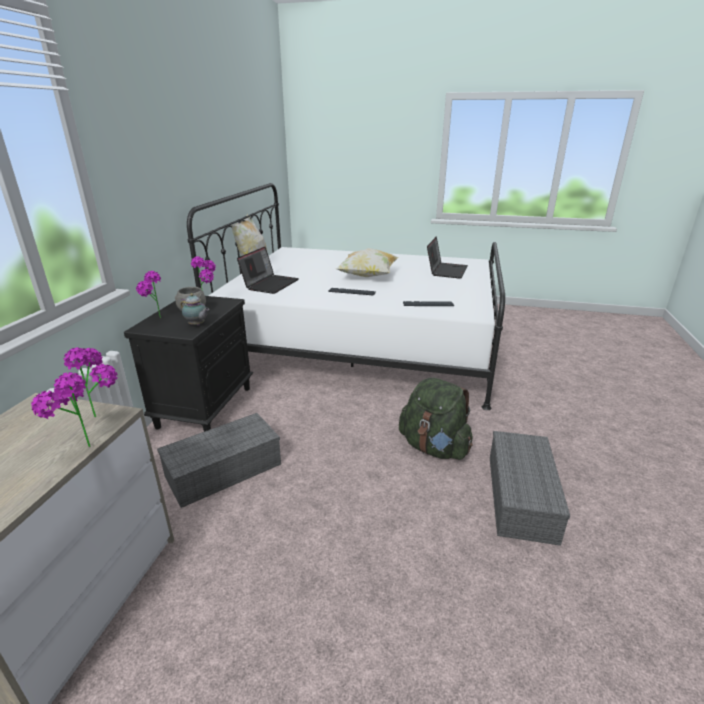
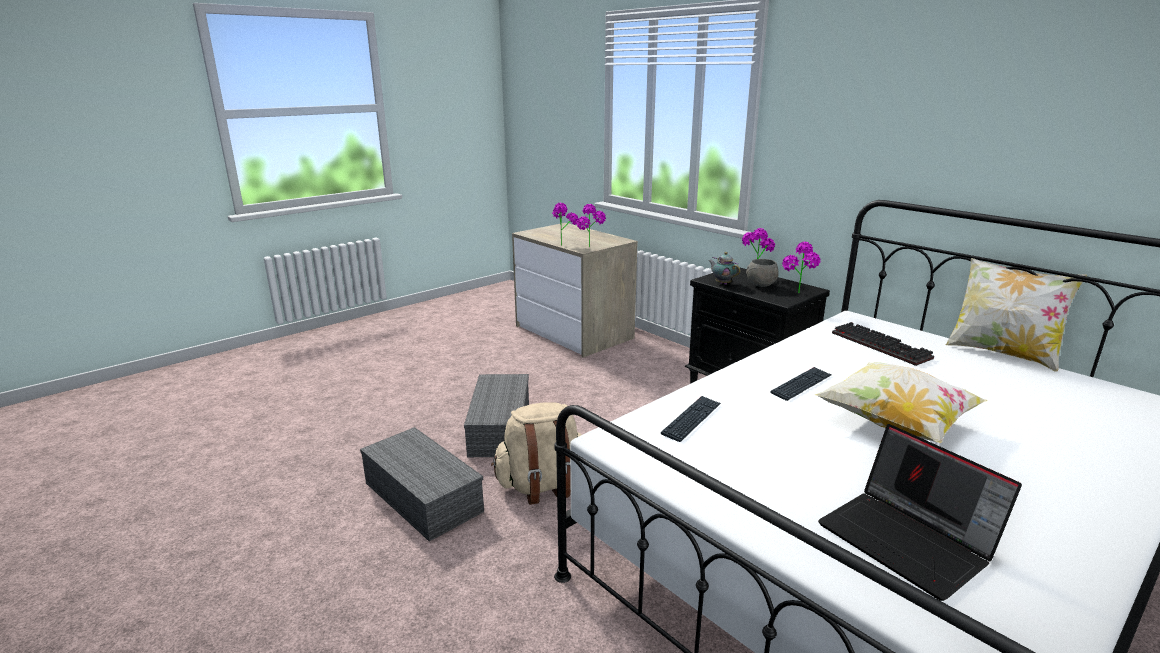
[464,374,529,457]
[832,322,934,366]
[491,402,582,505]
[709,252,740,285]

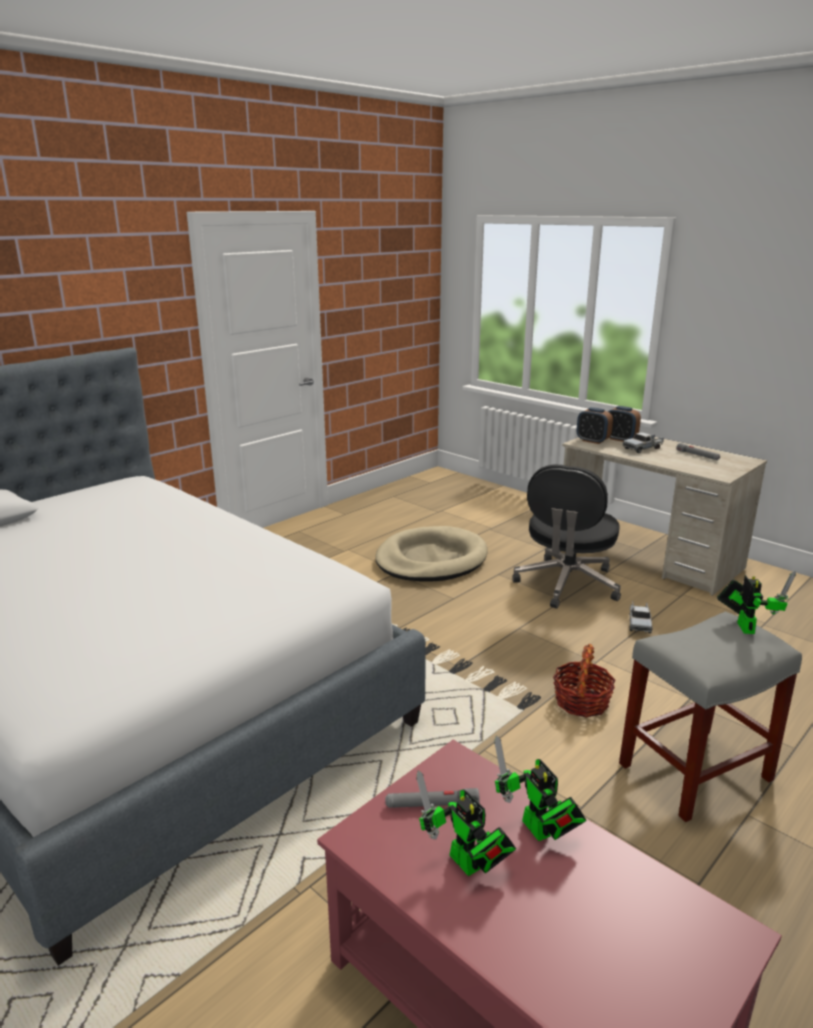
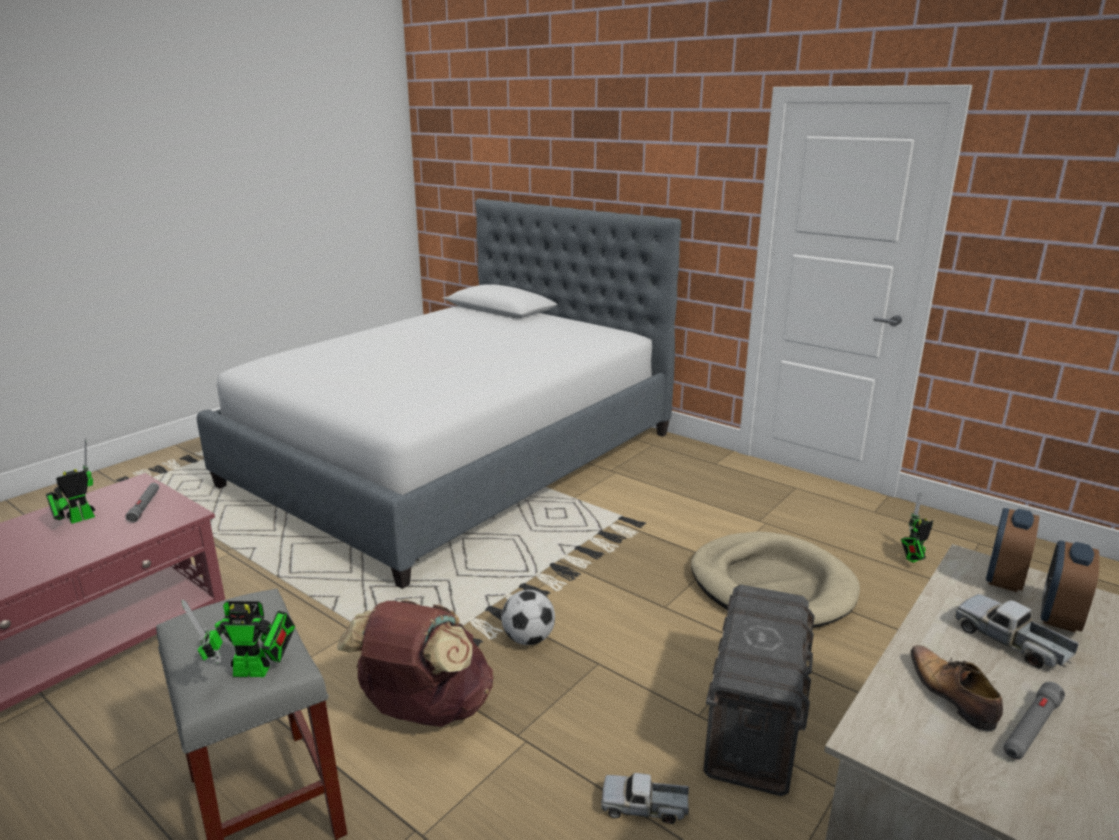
[501,590,555,645]
[910,645,1003,731]
[901,492,933,563]
[704,584,815,796]
[337,600,493,727]

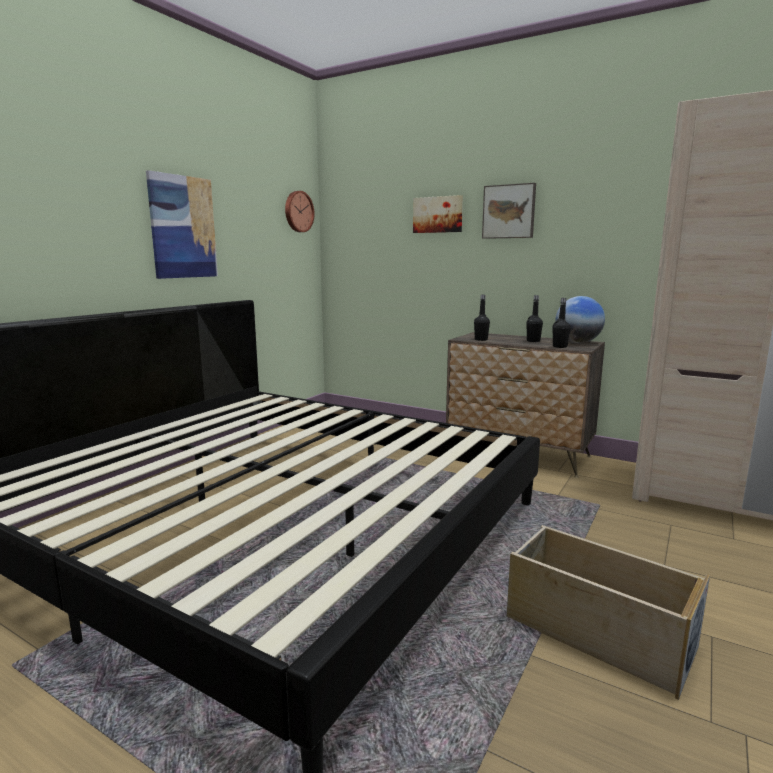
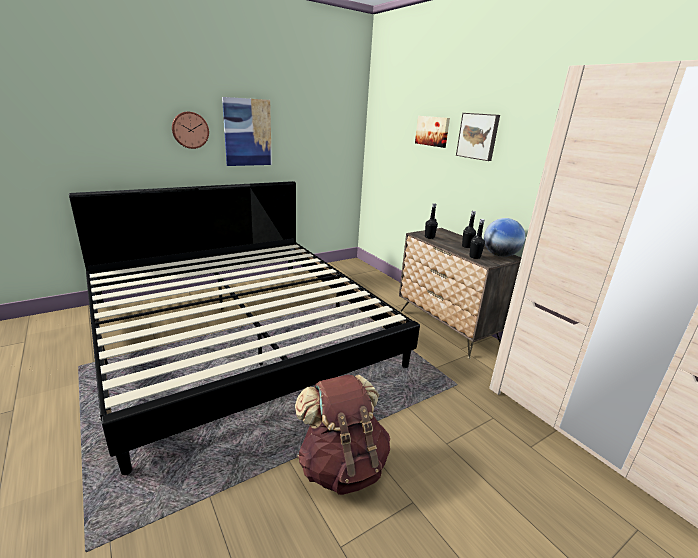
[172,111,209,149]
[295,375,390,495]

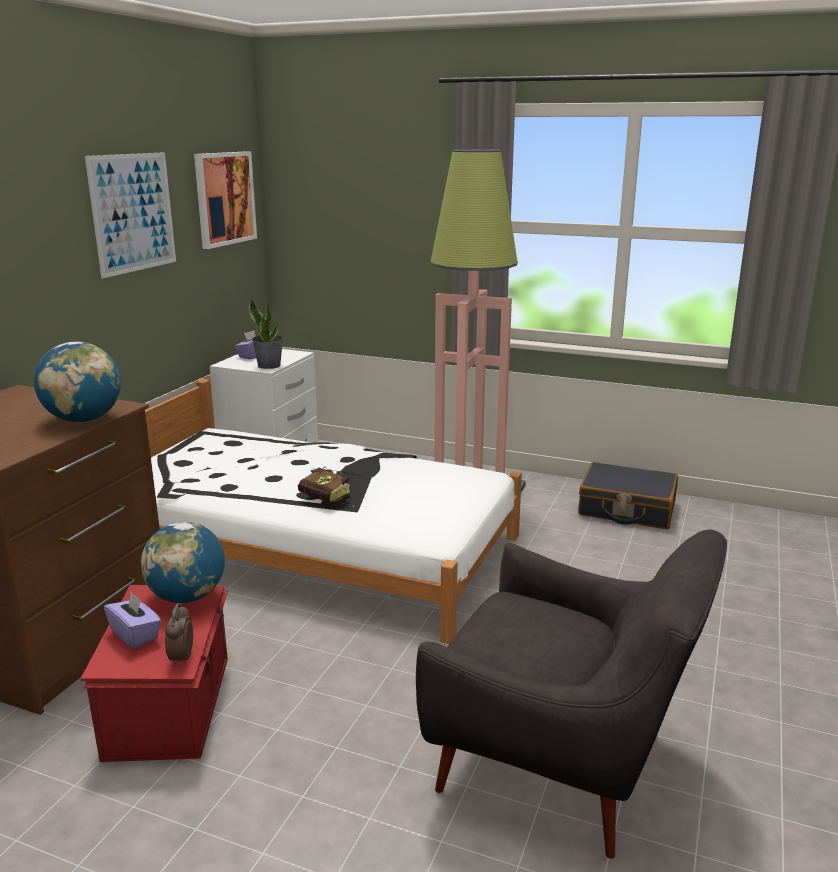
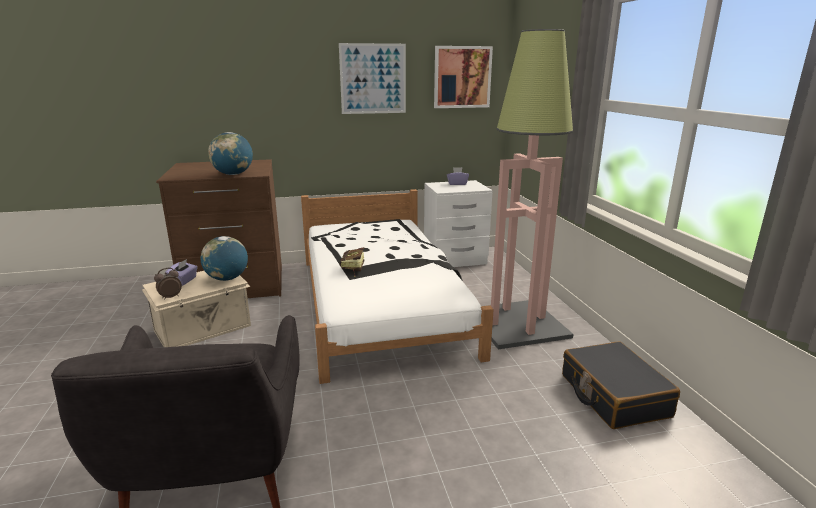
[249,298,283,369] (first image)
[142,271,251,347]

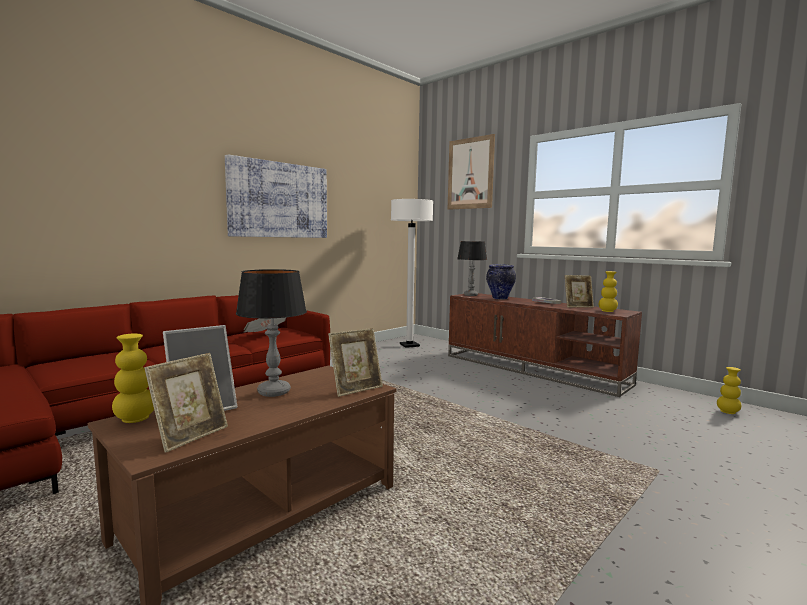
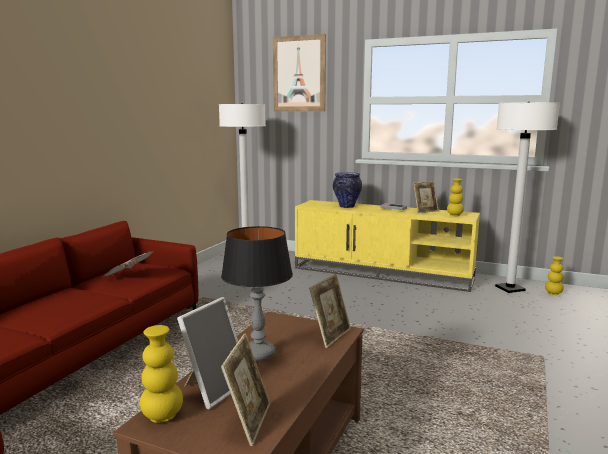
[225,154,327,238] (first image)
[457,241,487,296] (first image)
[495,102,560,293]
[295,200,480,292]

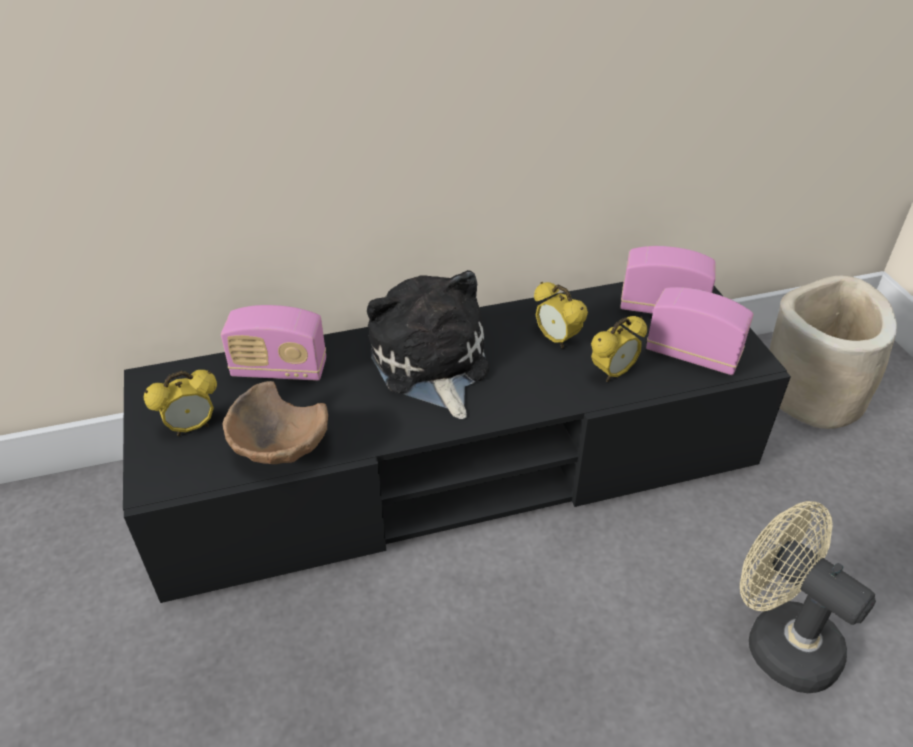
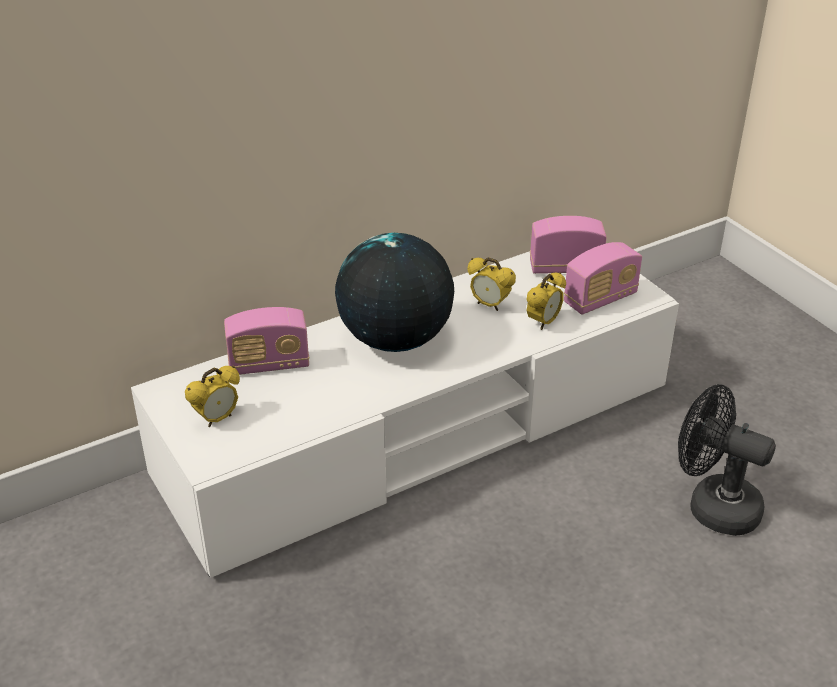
[223,381,328,464] (first image)
[770,276,897,429] (first image)
[335,233,454,352]
[131,251,679,578]
[678,384,776,536]
[564,242,642,315]

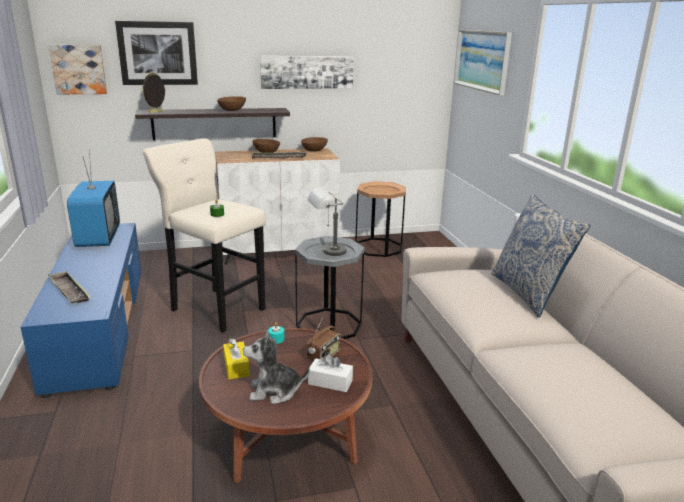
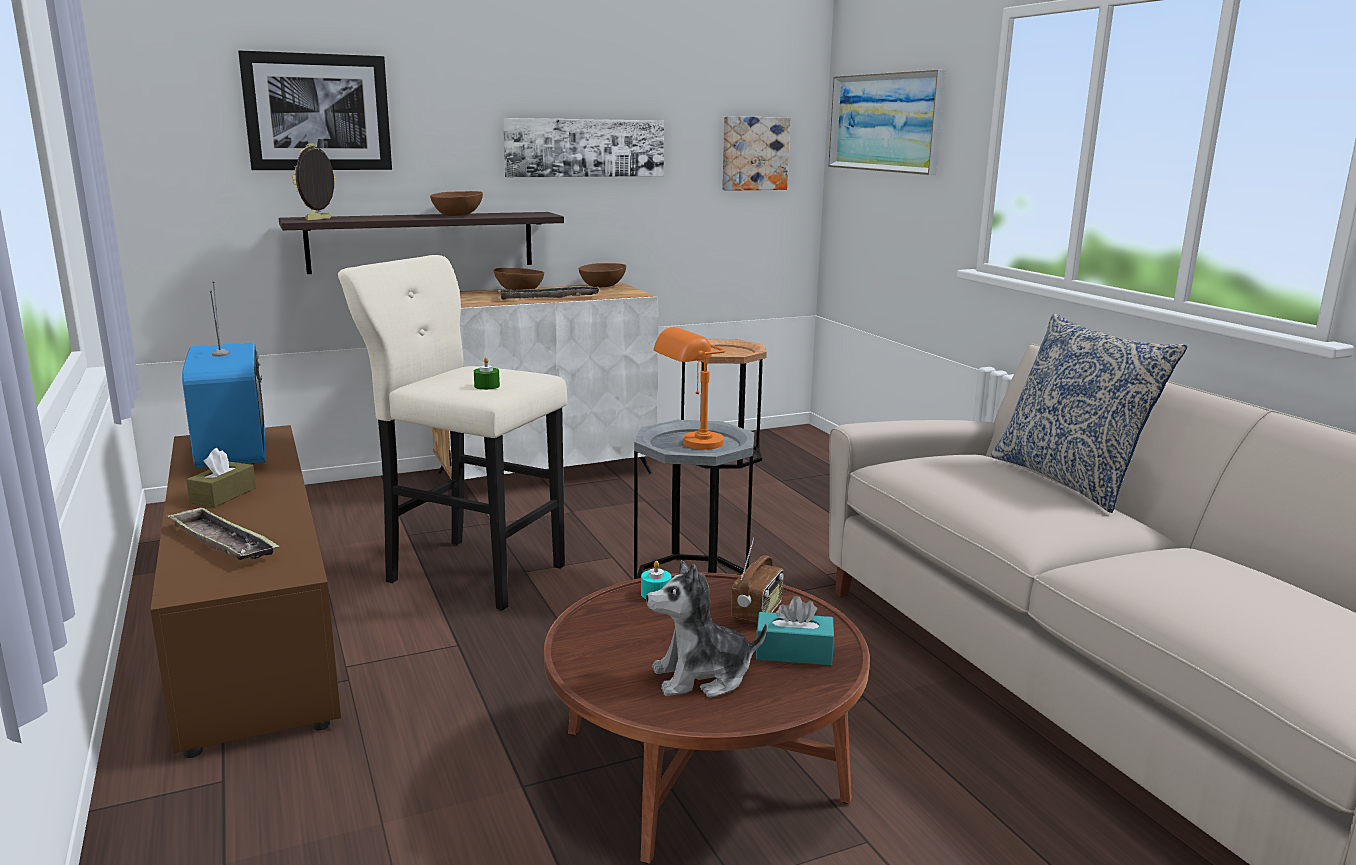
[223,338,250,379] (first image)
[186,448,256,507]
[722,116,791,191]
[150,425,341,758]
[653,327,726,450]
[756,596,834,665]

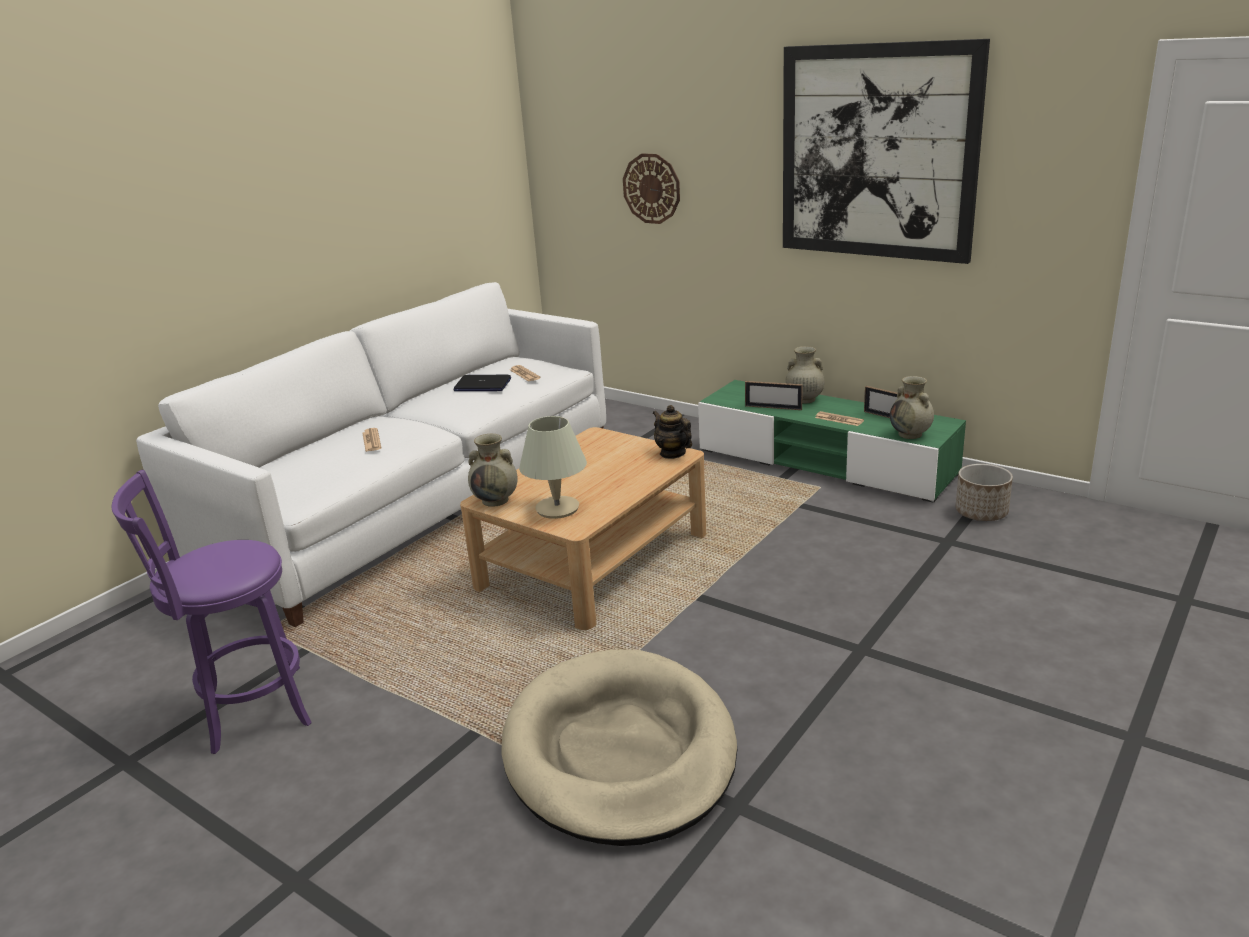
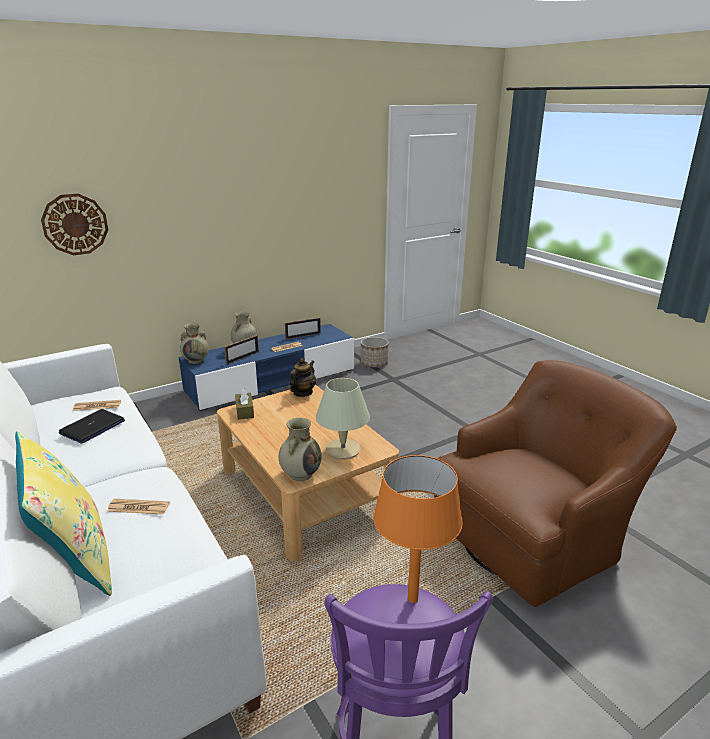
[783,39,990,264] (first image)
[15,431,112,596]
[235,388,254,420]
[373,455,463,603]
[180,323,209,364]
[434,360,677,607]
[179,324,354,411]
[290,358,316,397]

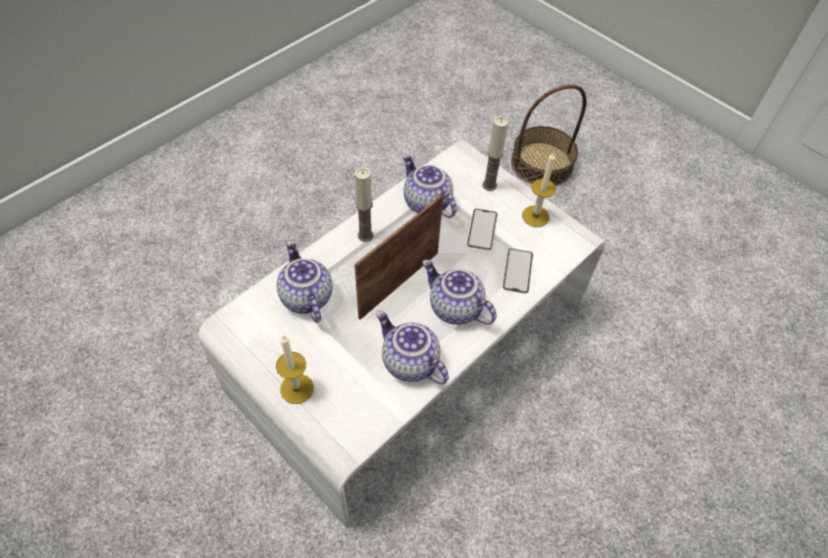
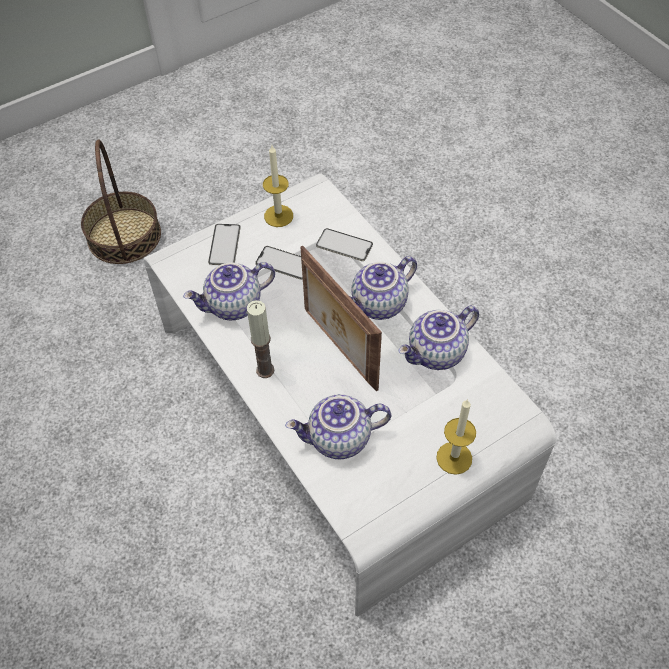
[208,224,241,265]

